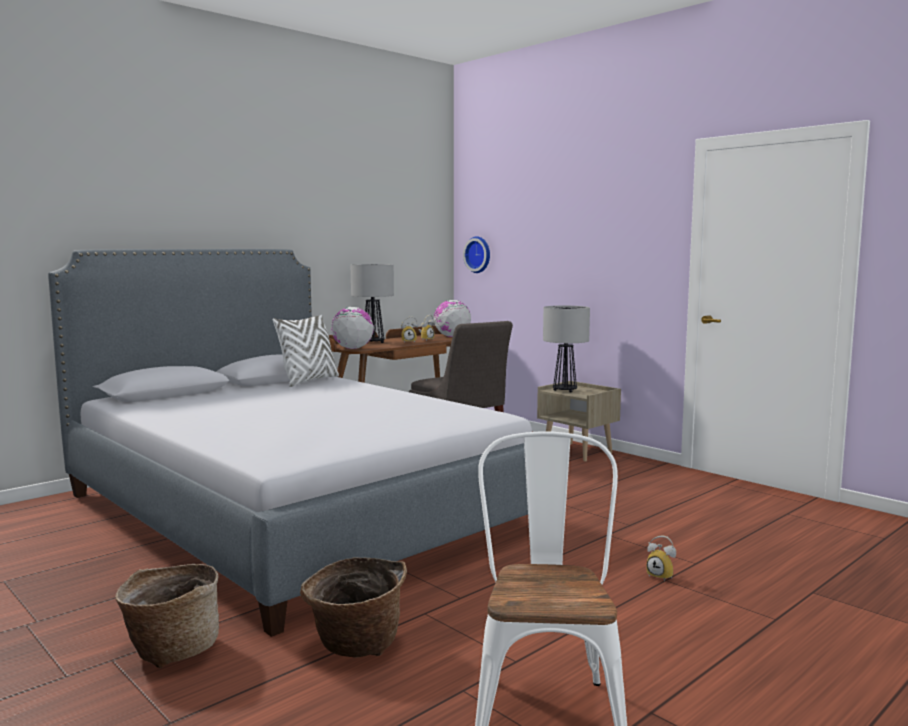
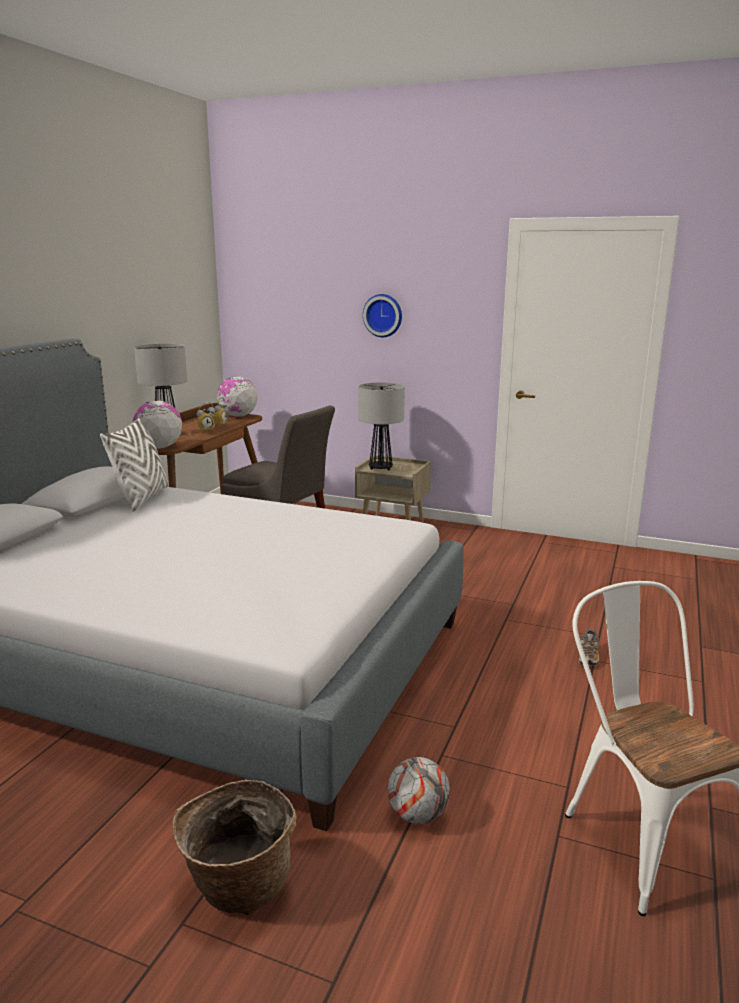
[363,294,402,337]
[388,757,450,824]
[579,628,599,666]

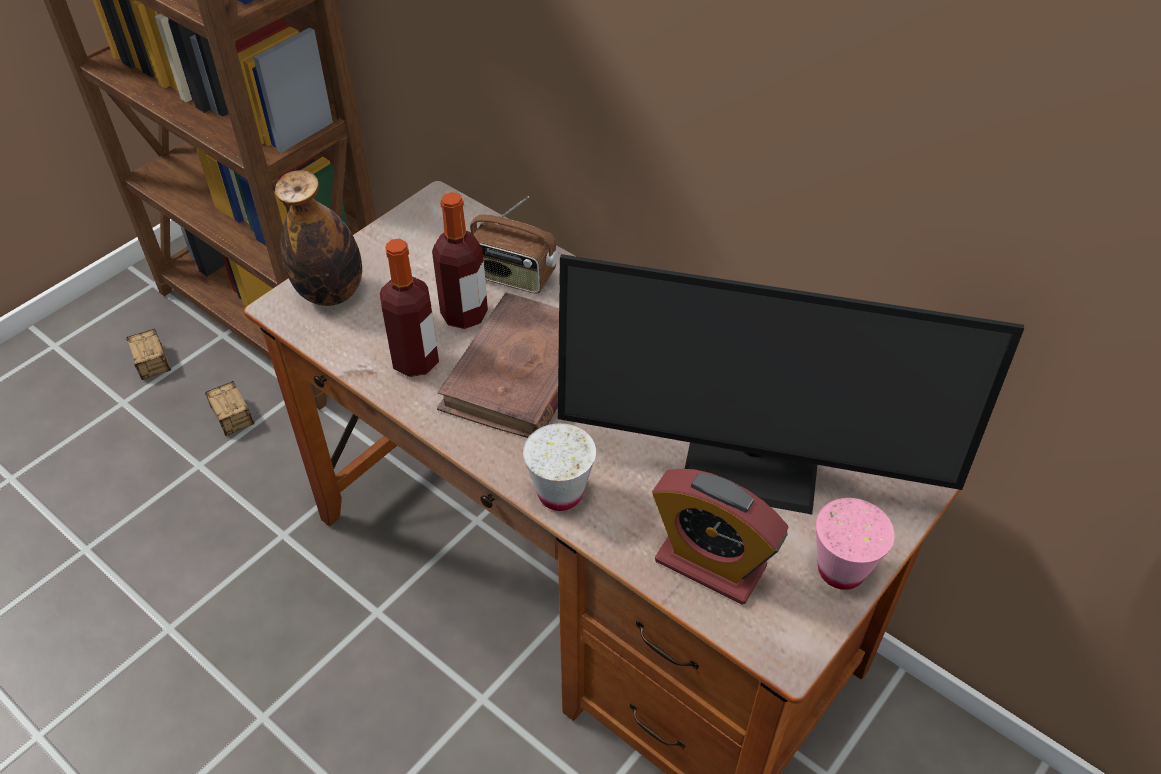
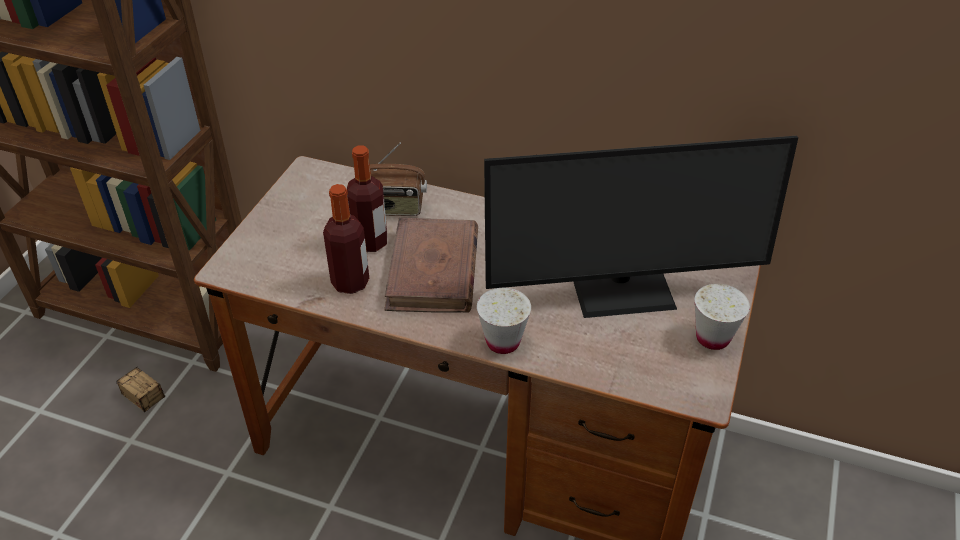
[126,329,171,380] (first image)
[275,170,362,306] (first image)
[652,469,789,604] (first image)
[695,284,750,350]

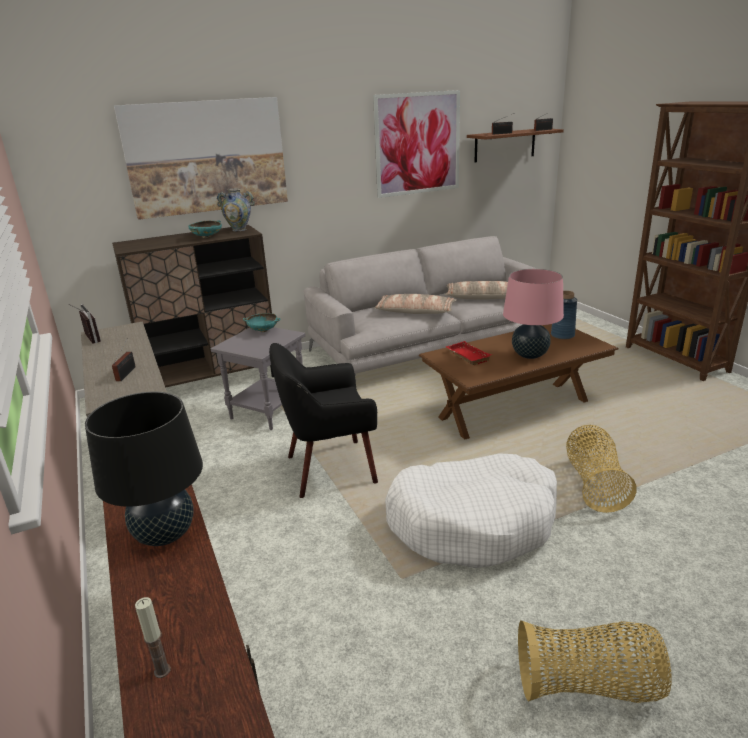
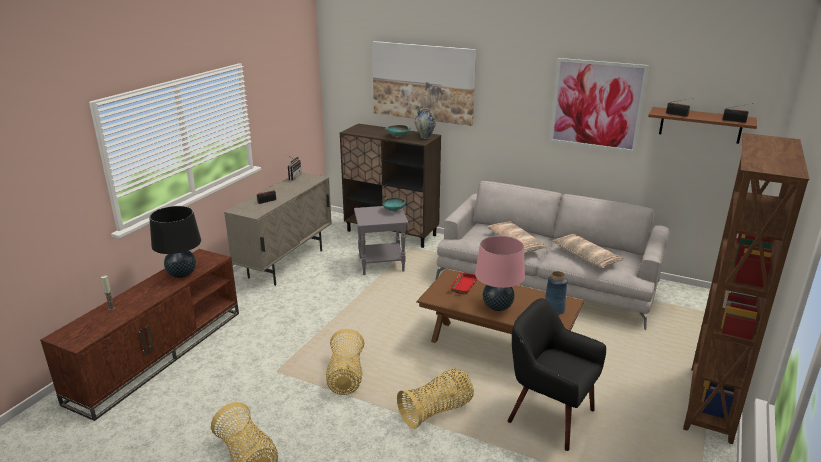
[508,298,606,451]
[326,329,364,395]

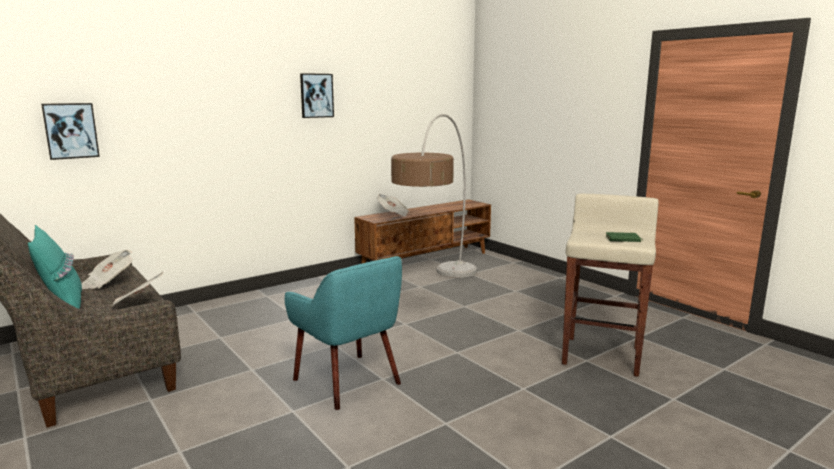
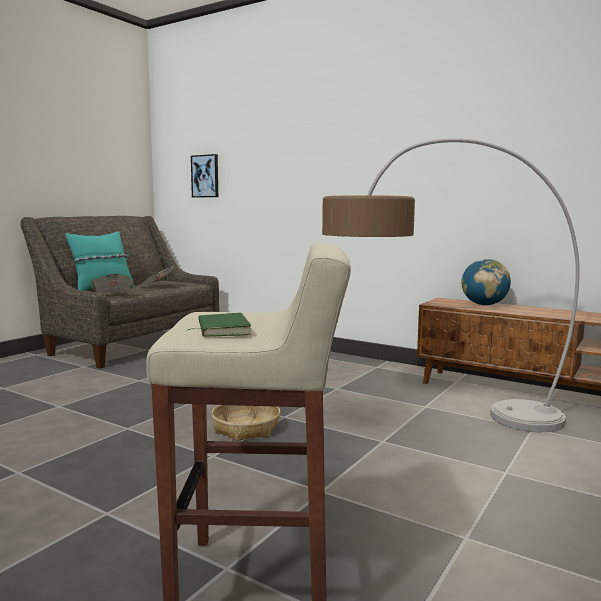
[285,256,402,410] (first image)
[300,73,334,118] (first image)
[212,405,280,441]
[462,259,511,305]

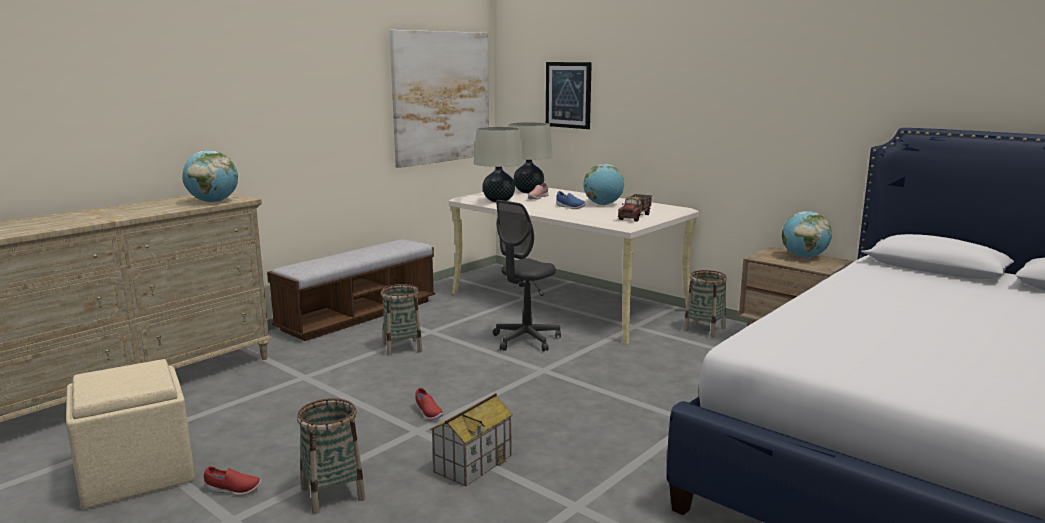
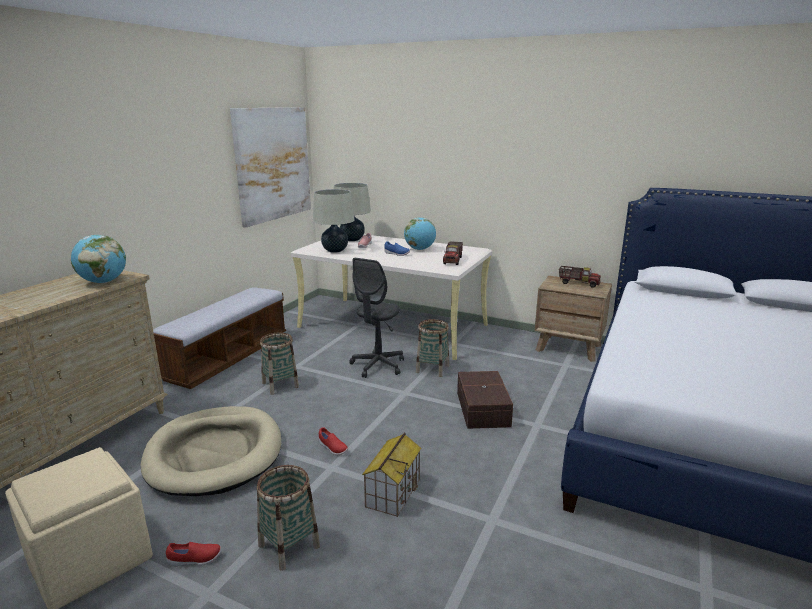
[546,62,592,129] (first image)
[141,406,281,496]
[457,371,513,429]
[416,319,449,377]
[559,266,601,288]

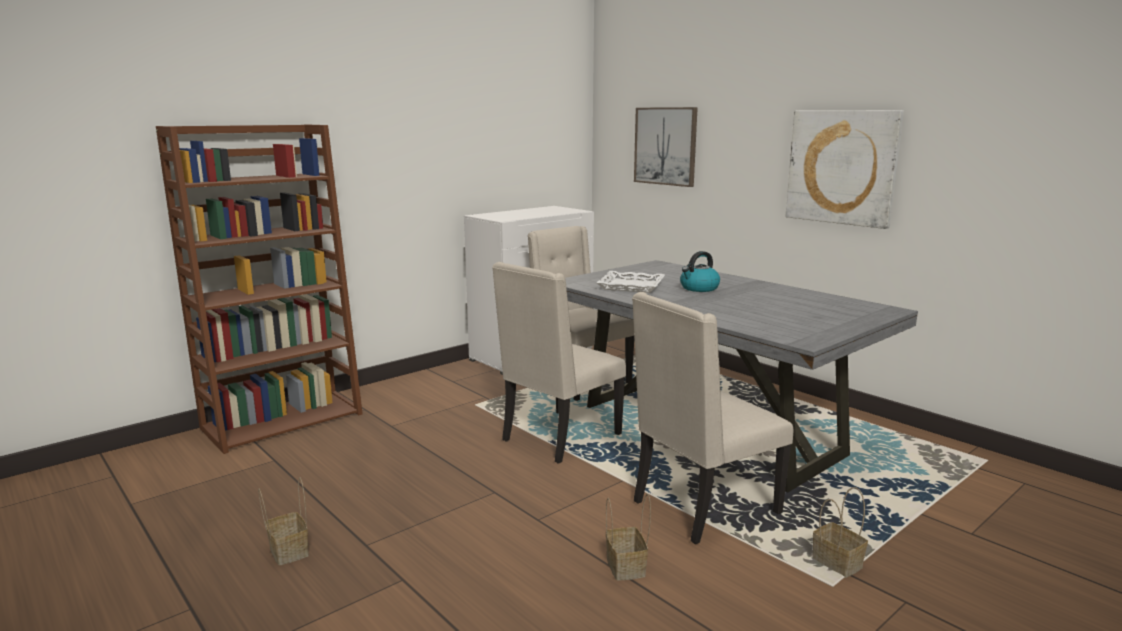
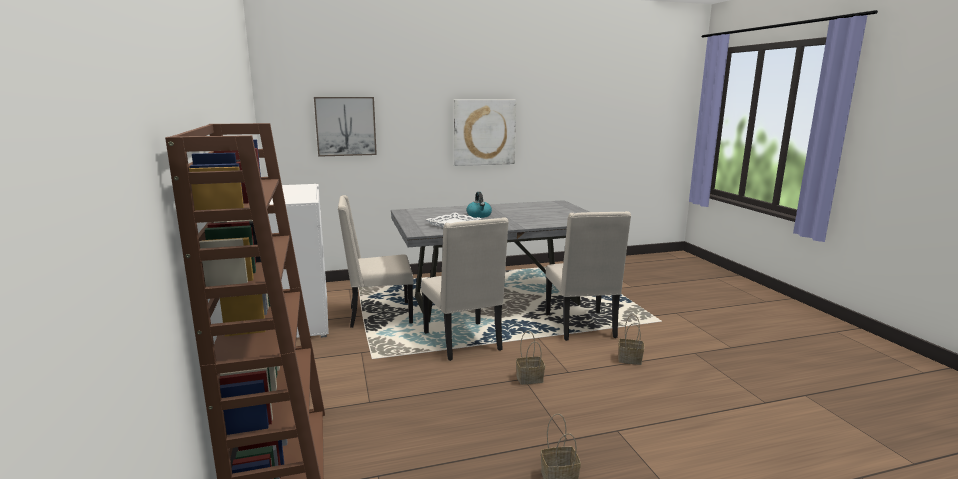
[516,331,545,385]

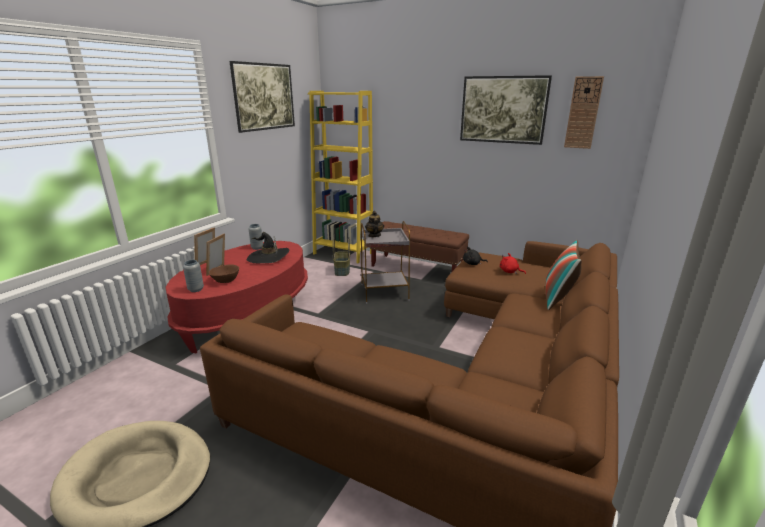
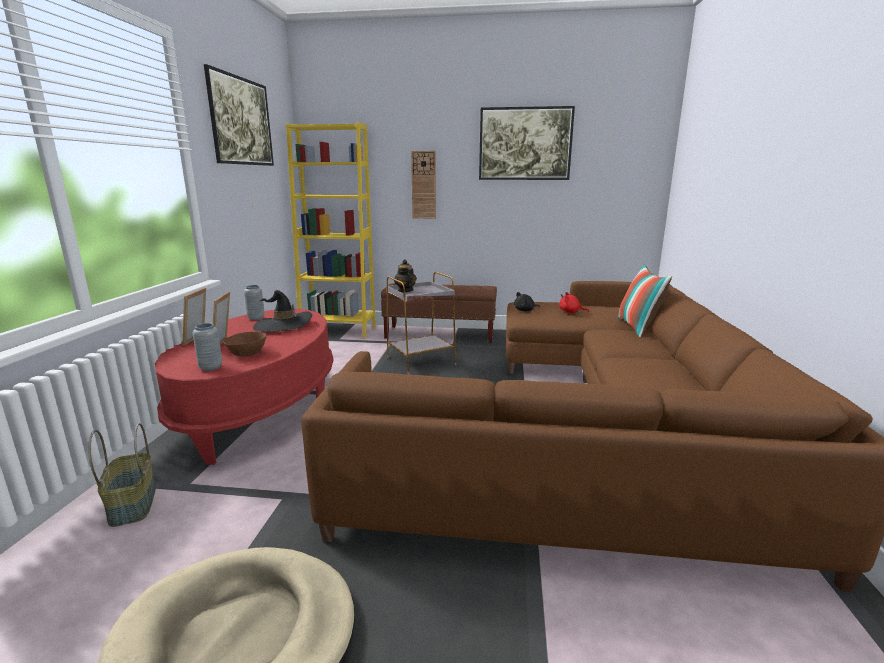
[88,423,156,527]
[411,151,436,219]

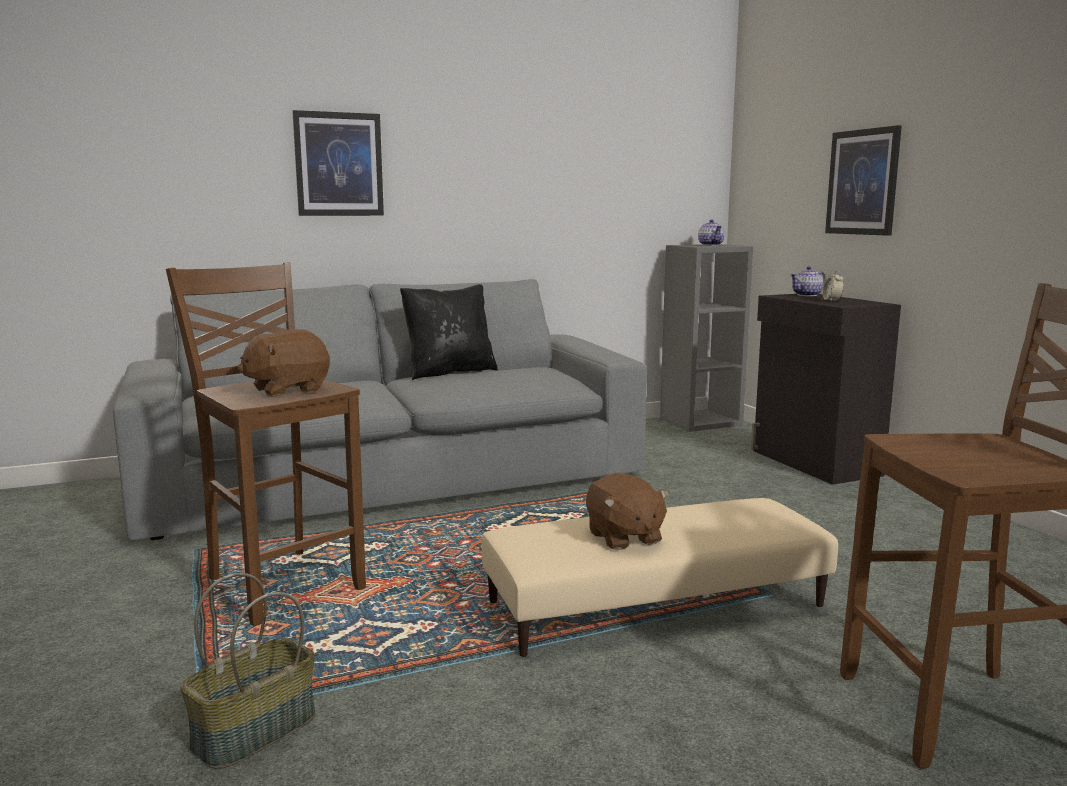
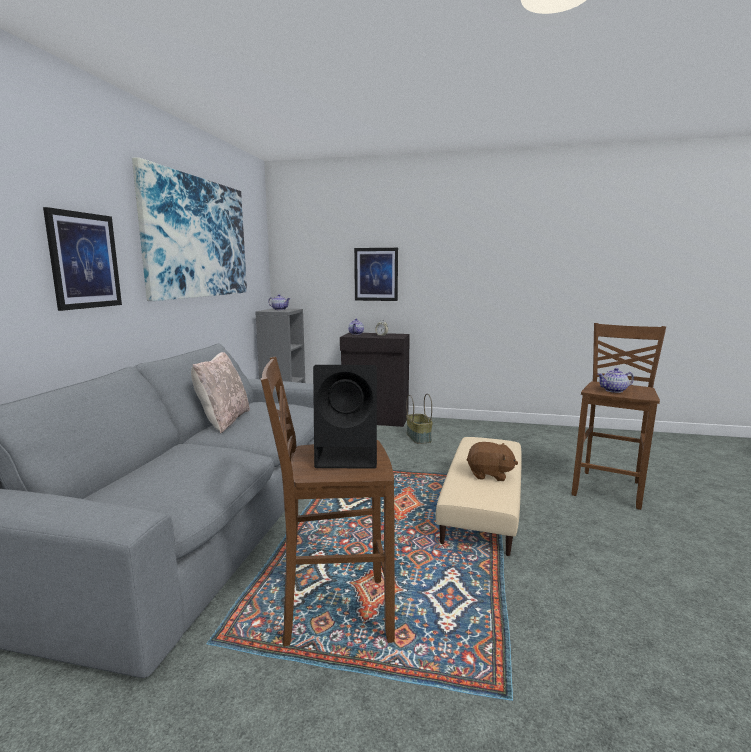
[132,157,247,301]
[597,368,634,393]
[406,393,433,444]
[313,365,377,468]
[191,352,250,434]

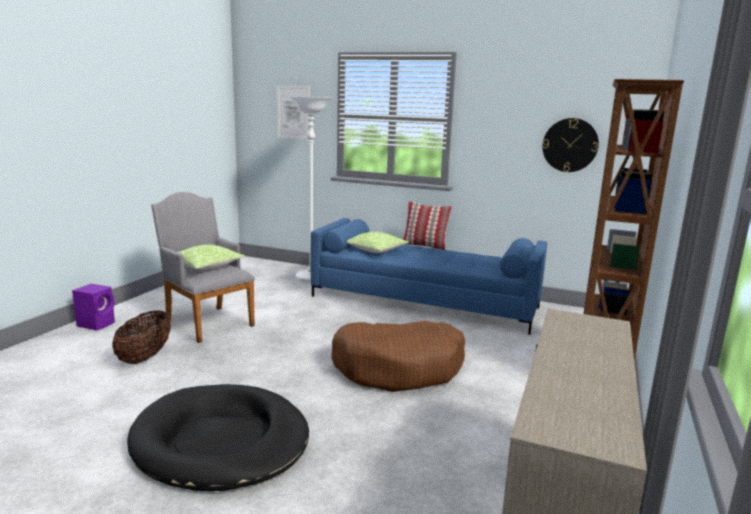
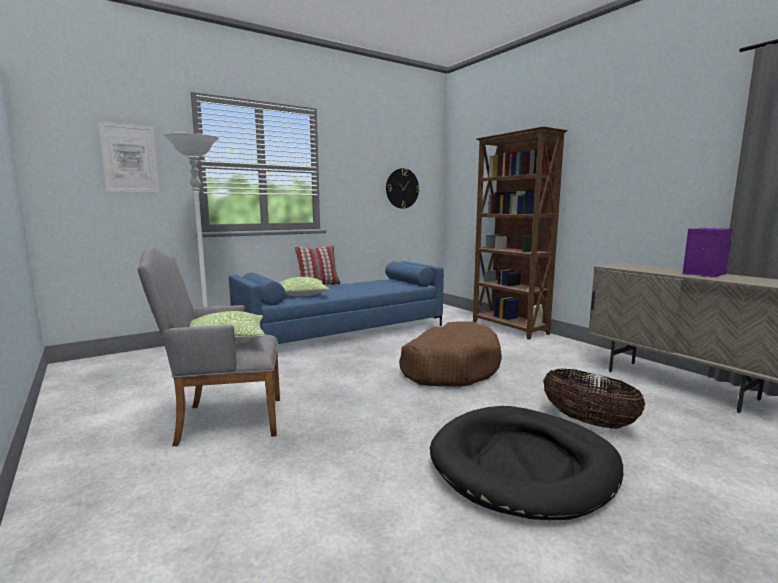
[683,228,732,277]
[543,369,645,429]

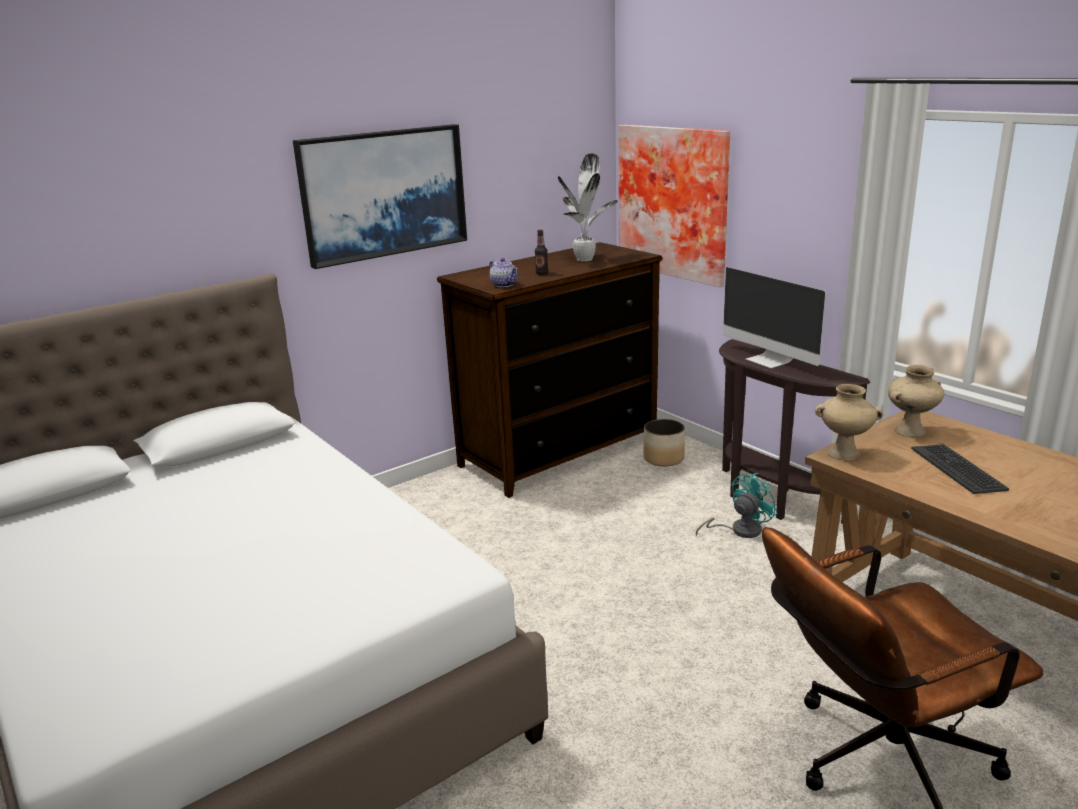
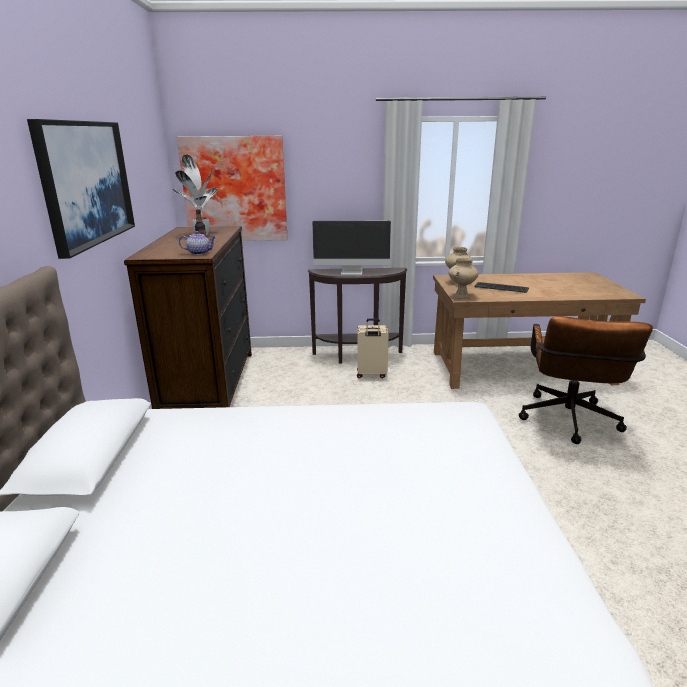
[643,419,685,467] (first image)
[357,318,389,378]

